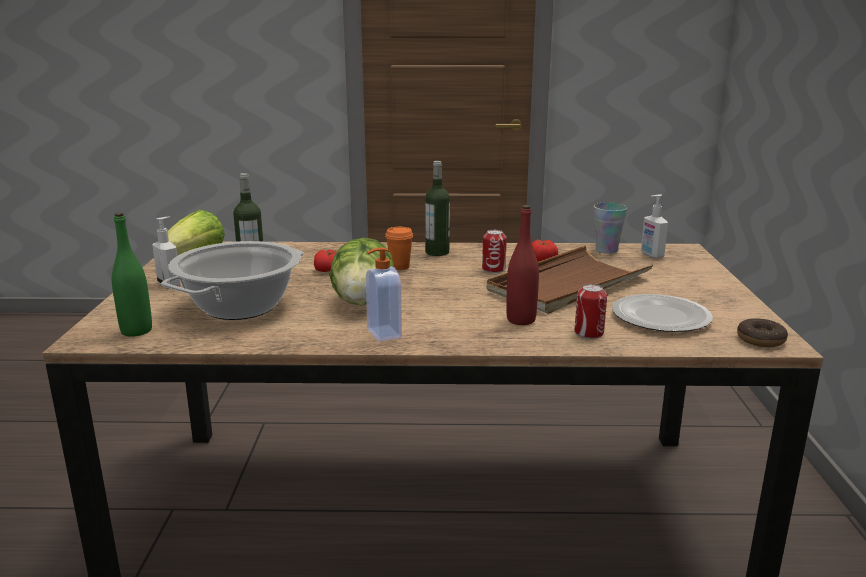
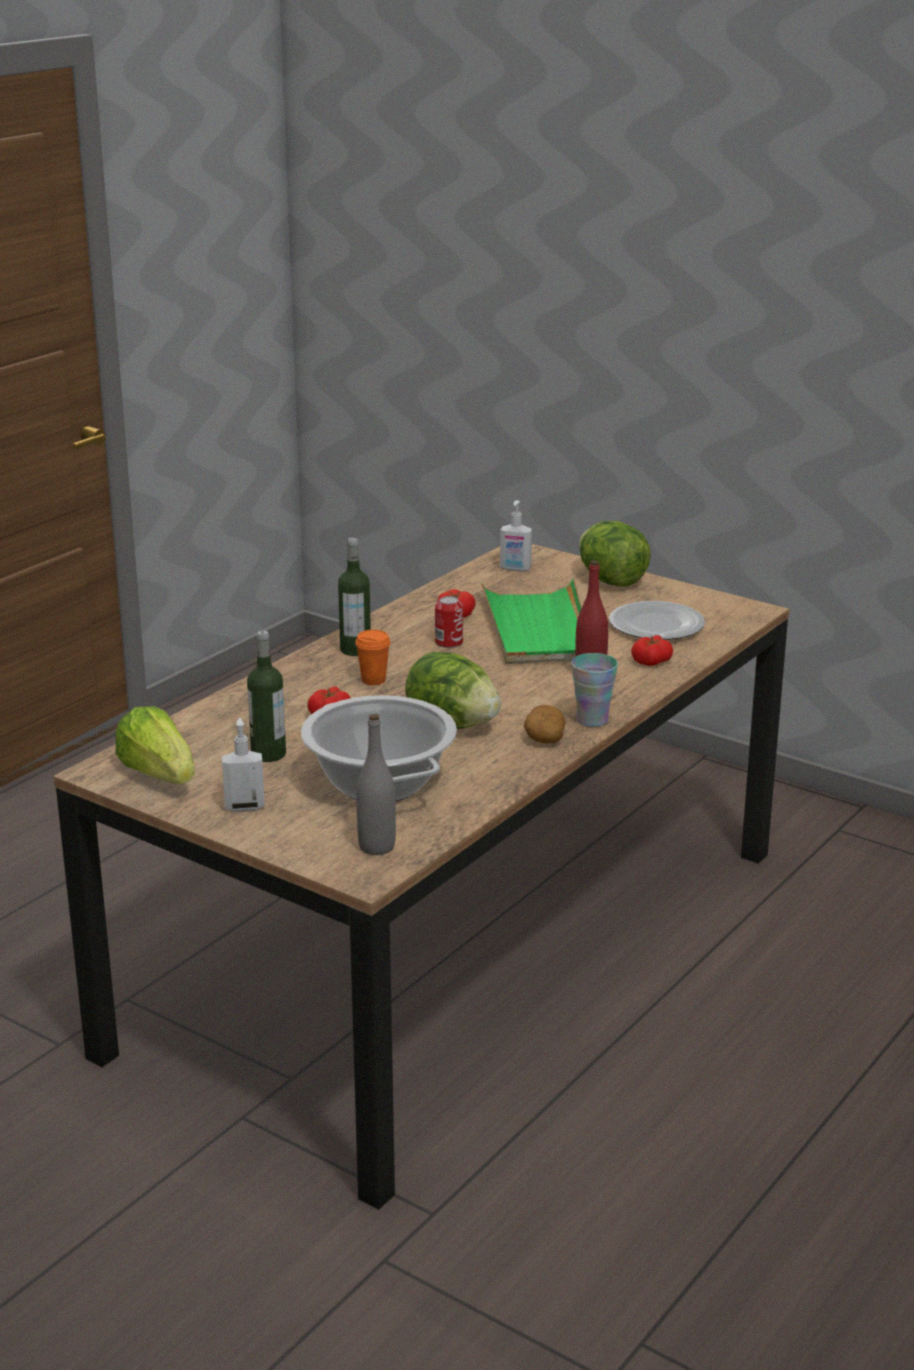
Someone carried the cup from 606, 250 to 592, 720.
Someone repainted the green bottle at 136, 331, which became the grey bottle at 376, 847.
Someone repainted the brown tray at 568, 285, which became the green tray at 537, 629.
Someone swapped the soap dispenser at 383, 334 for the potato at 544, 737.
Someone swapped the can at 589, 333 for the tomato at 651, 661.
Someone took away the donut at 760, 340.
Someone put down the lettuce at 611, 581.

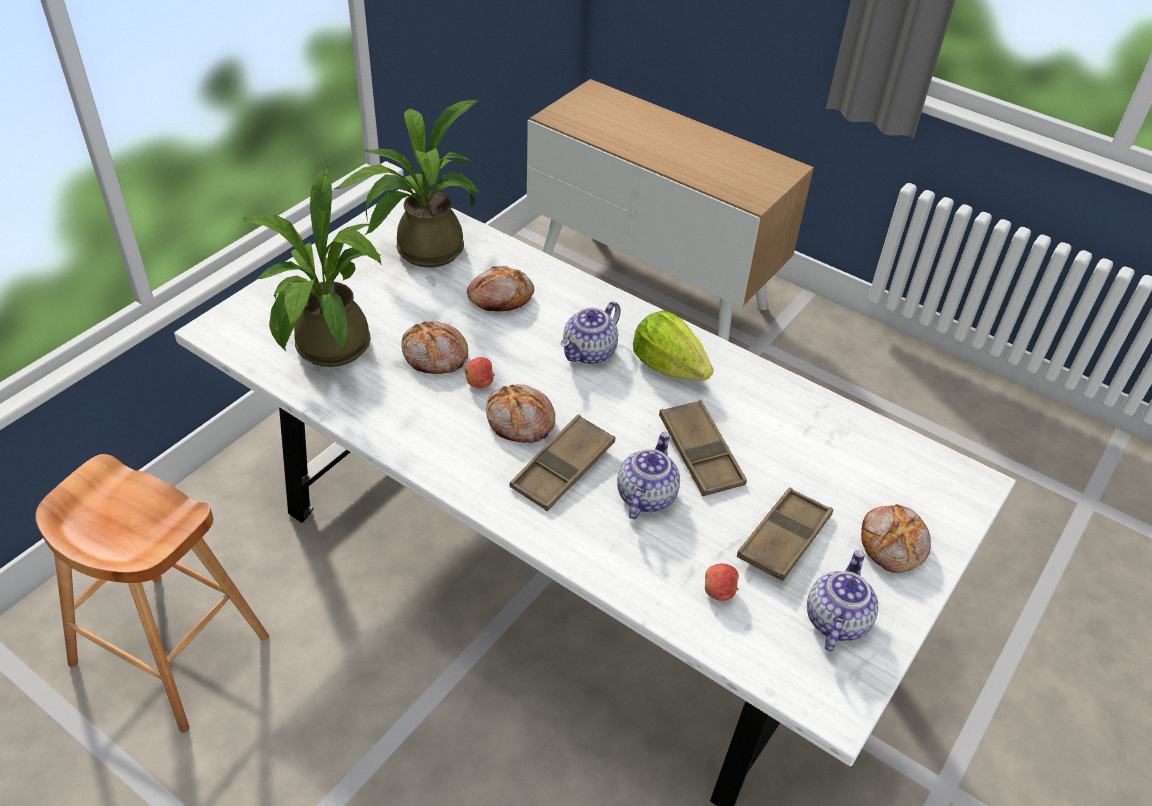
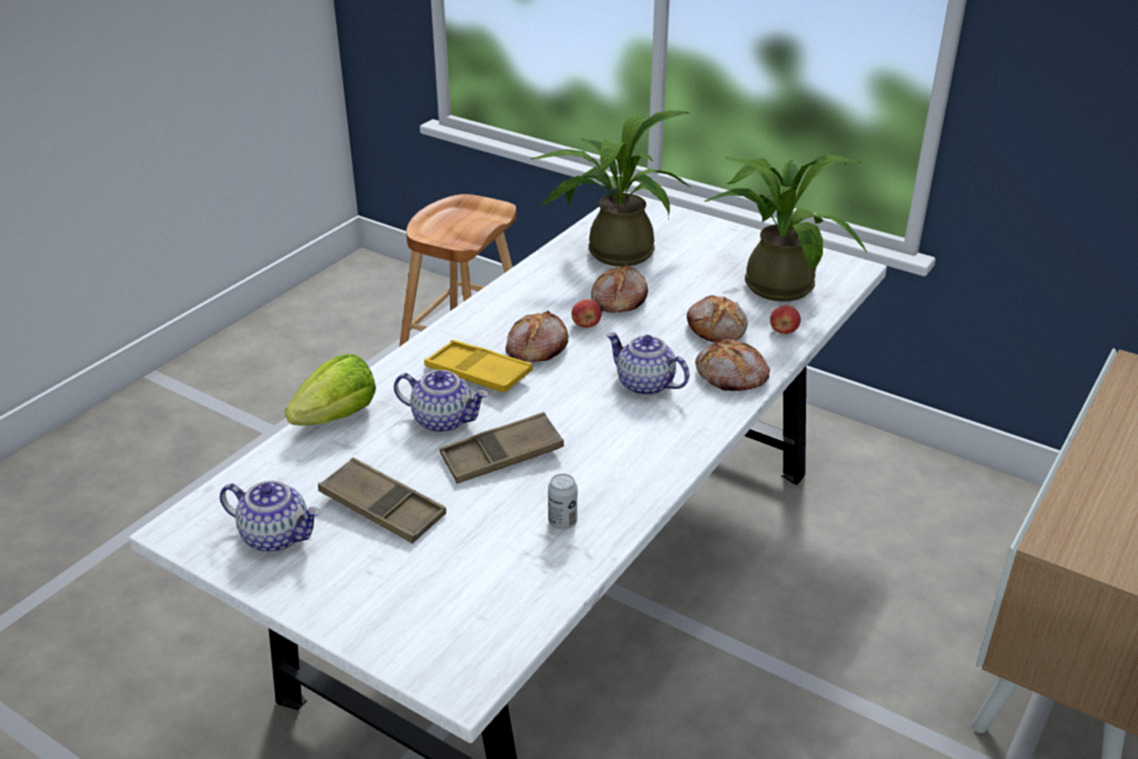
Someone carried the lettuce from 669, 366 to 337, 416.
Someone repainted the brown tray at 563, 468, which became the yellow tray at 478, 373.
Someone carried the bread from 894, 544 to 732, 376.
Someone carried the apple from 719, 591 to 783, 331.
Someone put down the can at 562, 522.

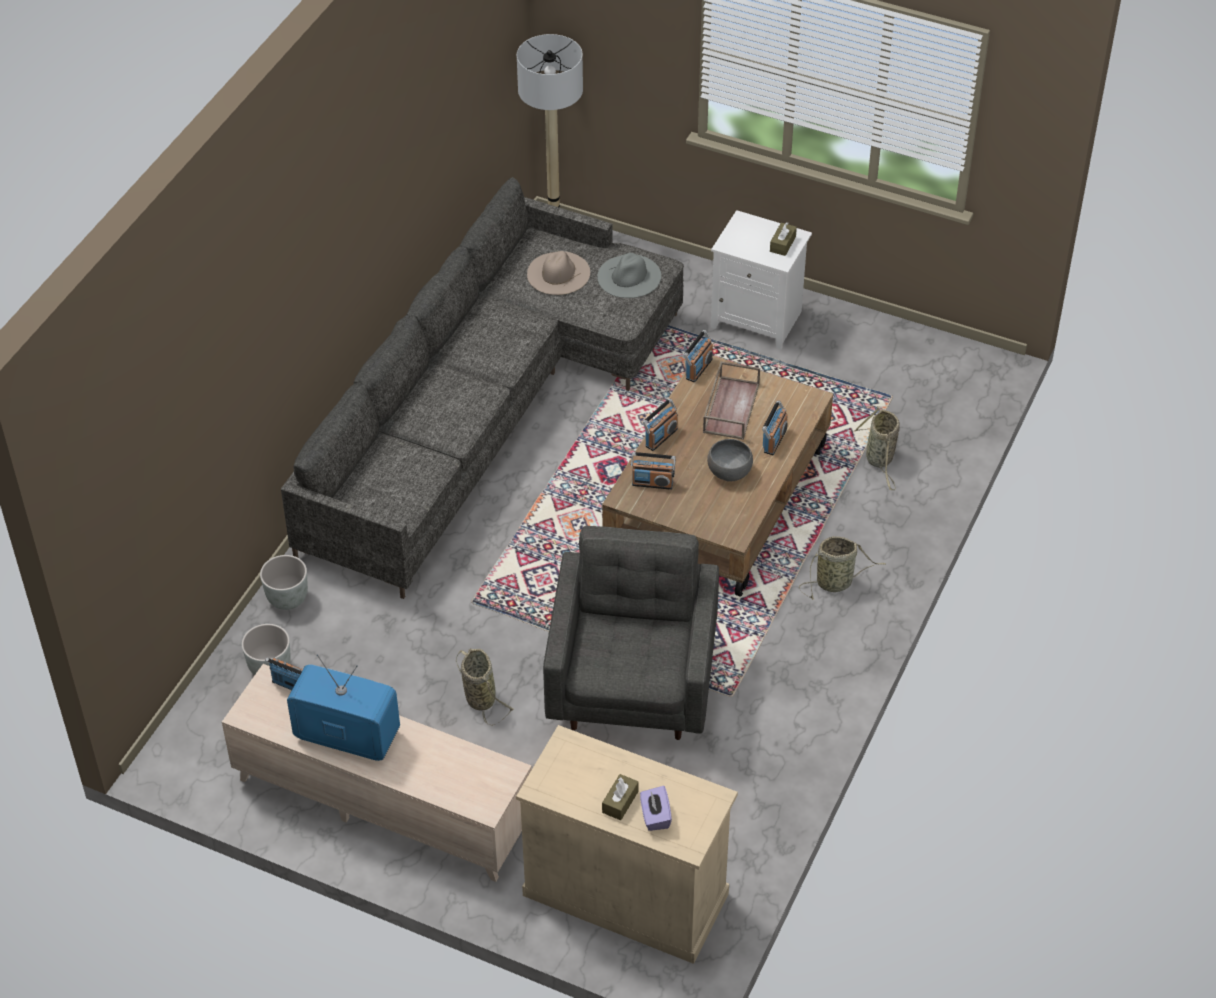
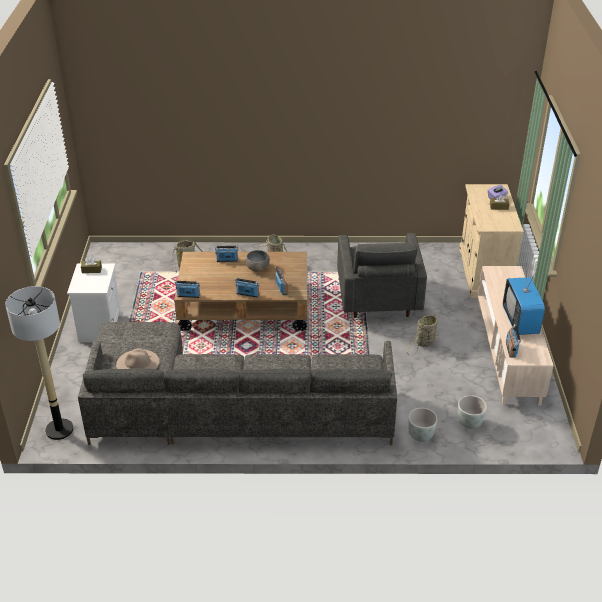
Someone took away the grey hat at 629, 276.
Someone took away the brown tray at 730, 407.
Someone rotated the grey armchair at 633, 683 by 75 degrees counterclockwise.

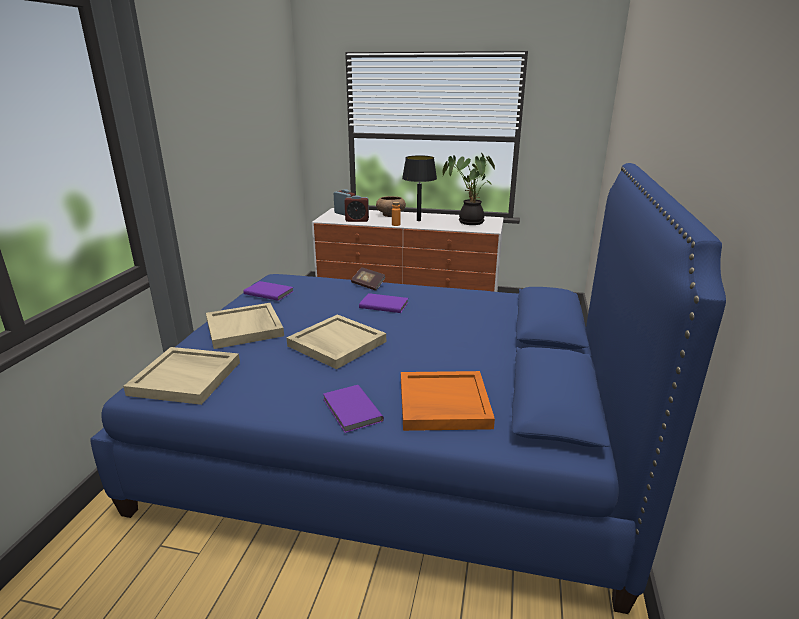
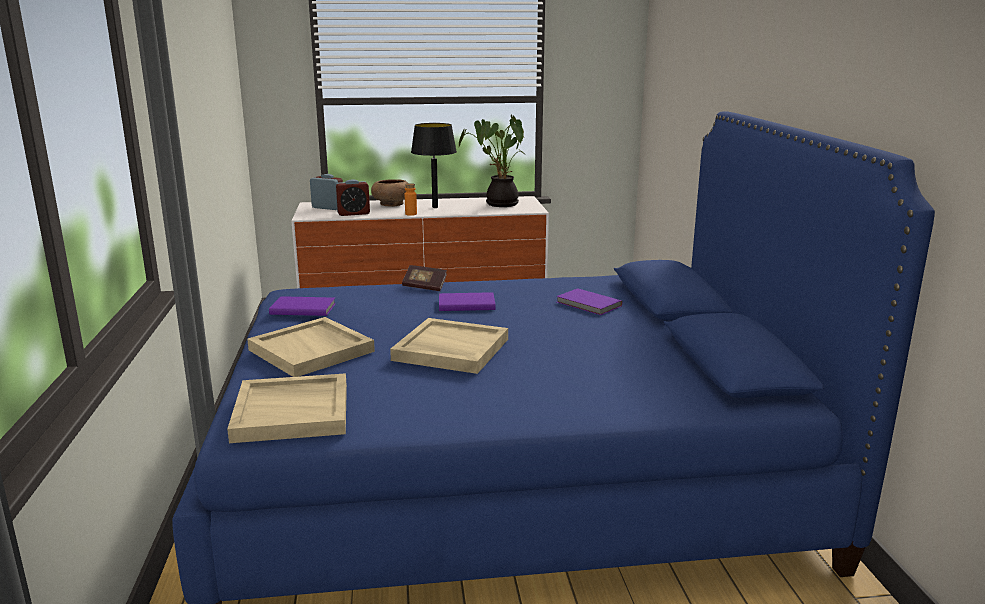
Someone took away the orange tray at 443, 404.
Someone carried the purple book from 351, 411 to 588, 304.

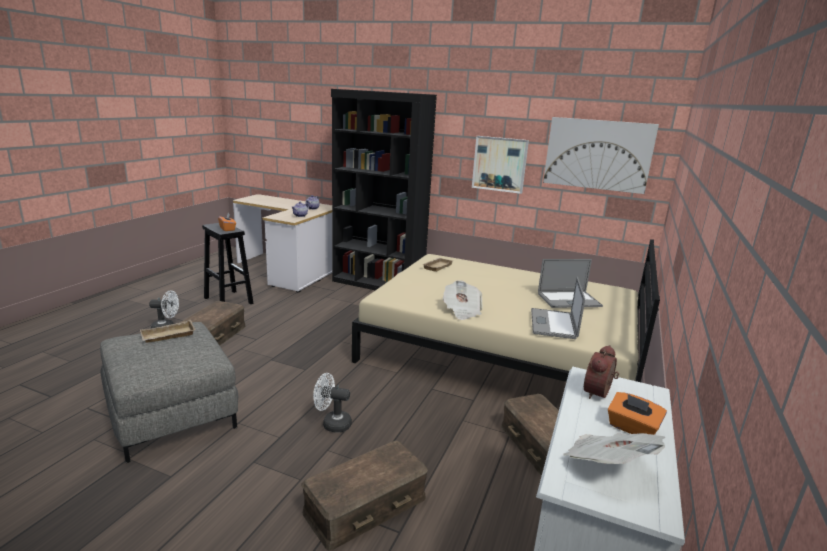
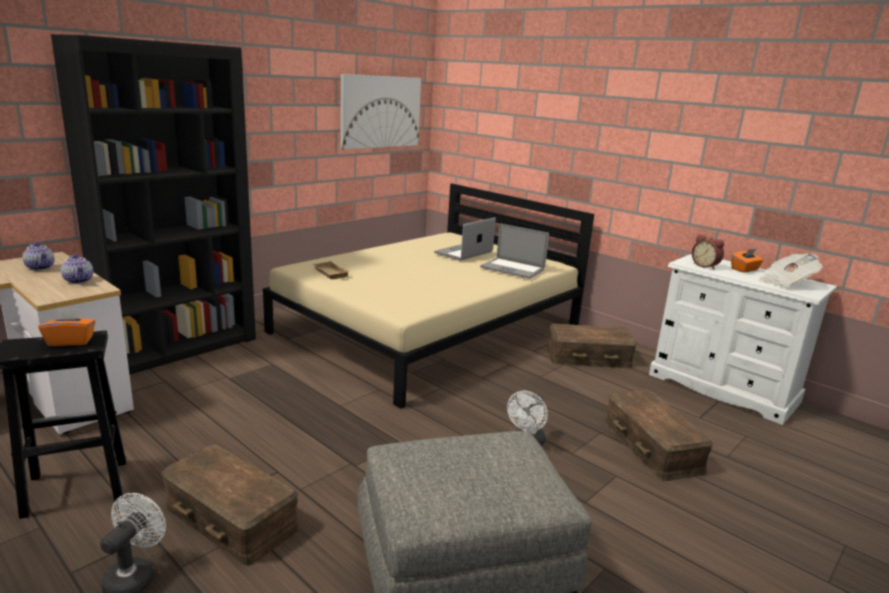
Someone took away the picture at 499, 164.
Someone rotated the laptop at 569, 300 by 150 degrees counterclockwise.
Someone took away the newspaper at 462, 311.
Someone took away the beige tray at 167, 336.

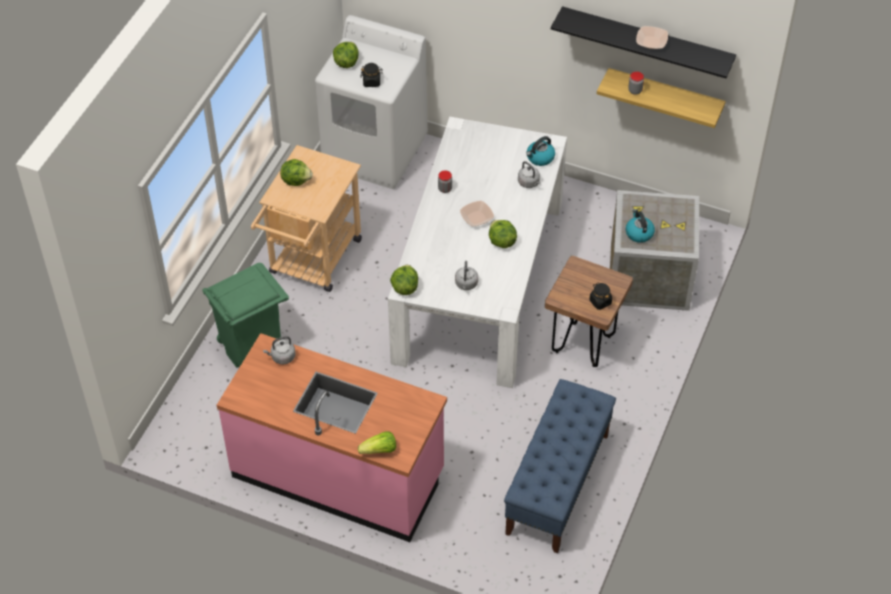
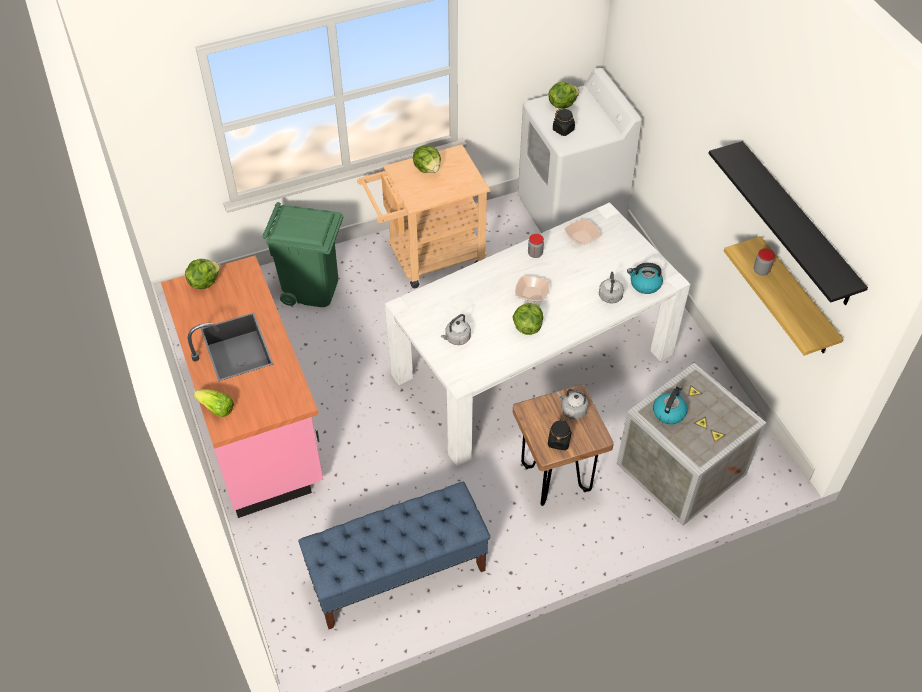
Someone carried the bowl from 651, 42 to 582, 237.
Someone carried the lettuce from 404, 287 to 204, 282.
Someone carried the grey kettle from 282, 357 to 572, 410.

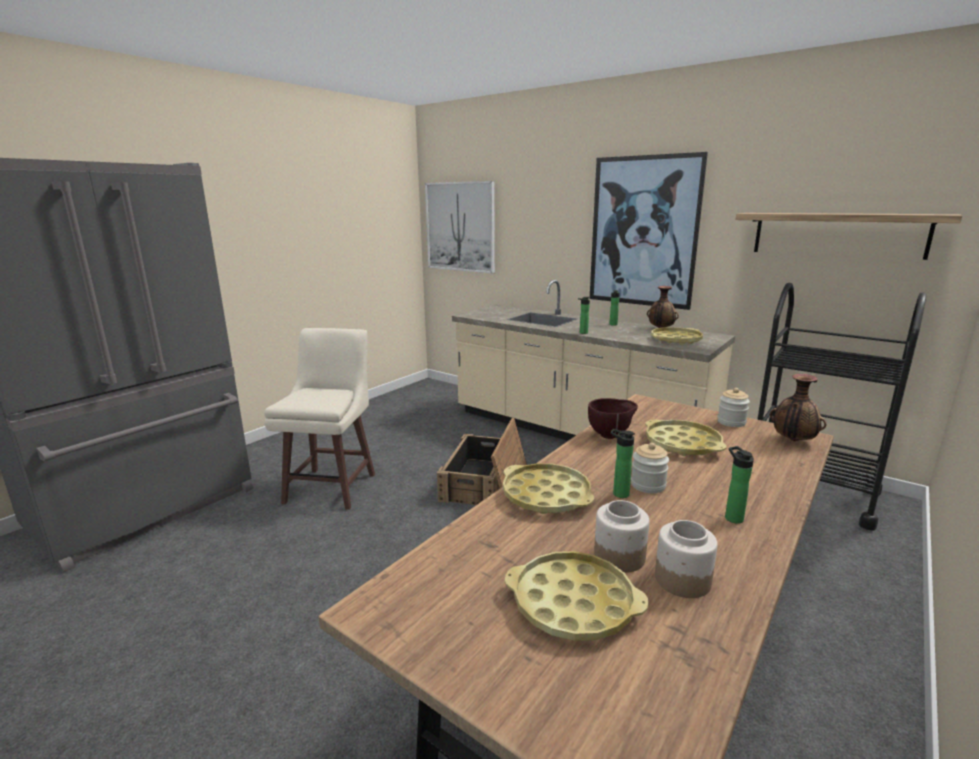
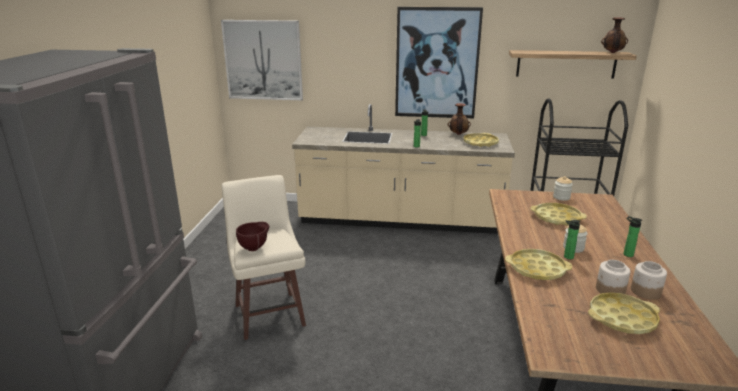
Someone carried the vase from 793, 440 to 612, 53.
Someone carried the brown bowl from 611, 435 to 254, 248.
Someone took away the crate at 486, 482.

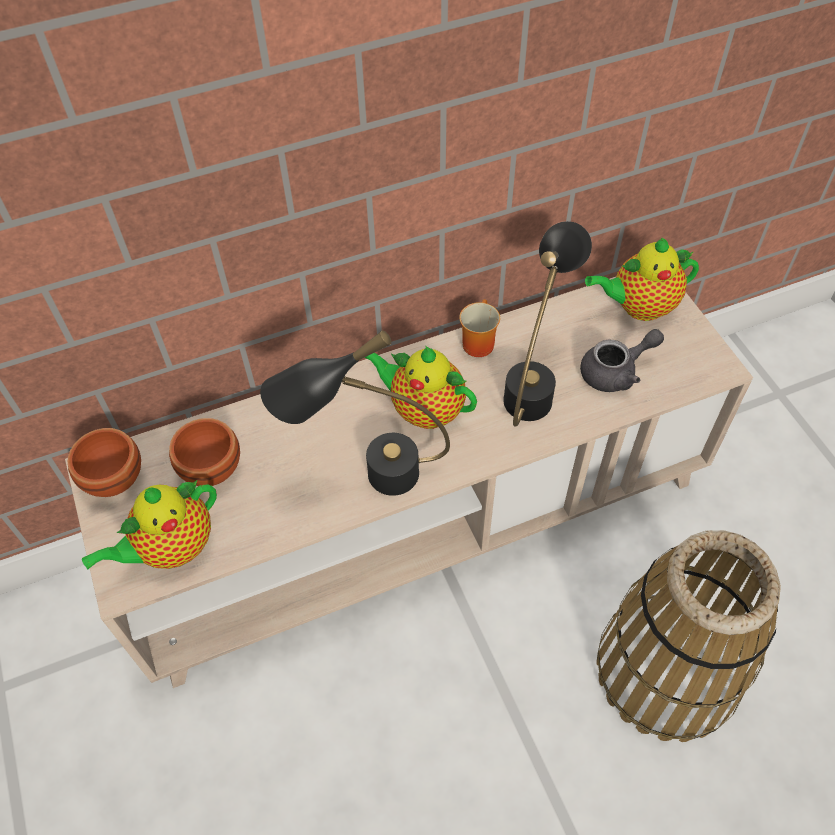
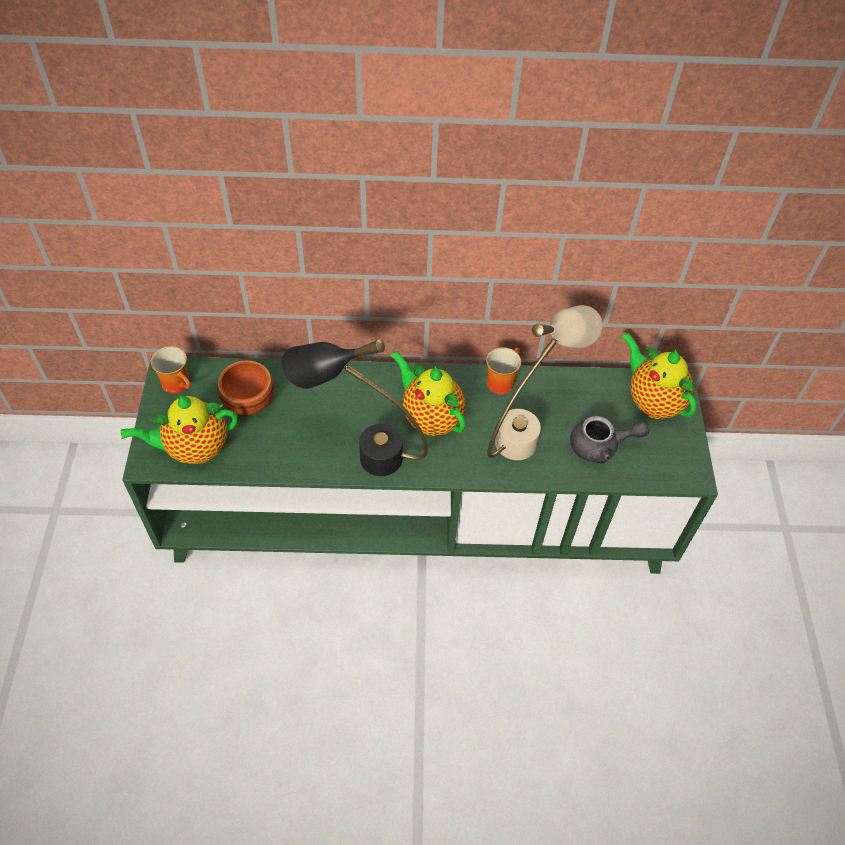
Someone repainted the black table lamp at 534, 382, which became the beige table lamp at 529, 430.
Someone rotated the teapot at 639, 307 by 45 degrees clockwise.
Someone repainted the beige tv stand at 420, 524, which became the green tv stand at 418, 515.
Someone swapped the brown bowl at 116, 478 for the mug at 179, 383.
Someone took away the basket at 667, 671.

